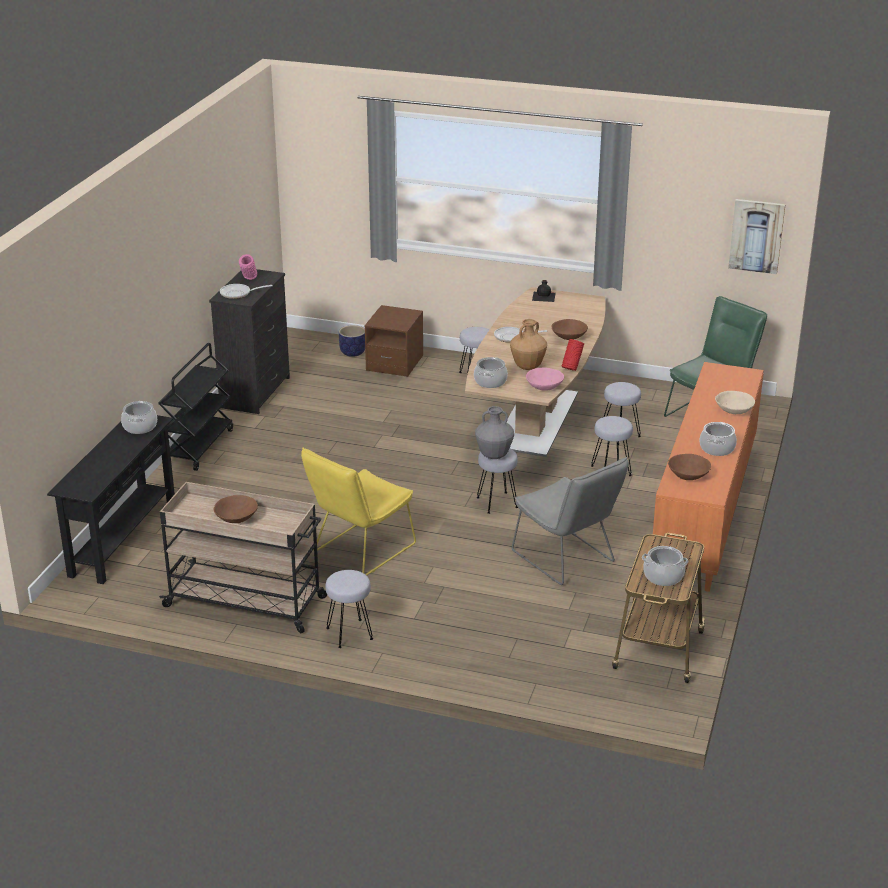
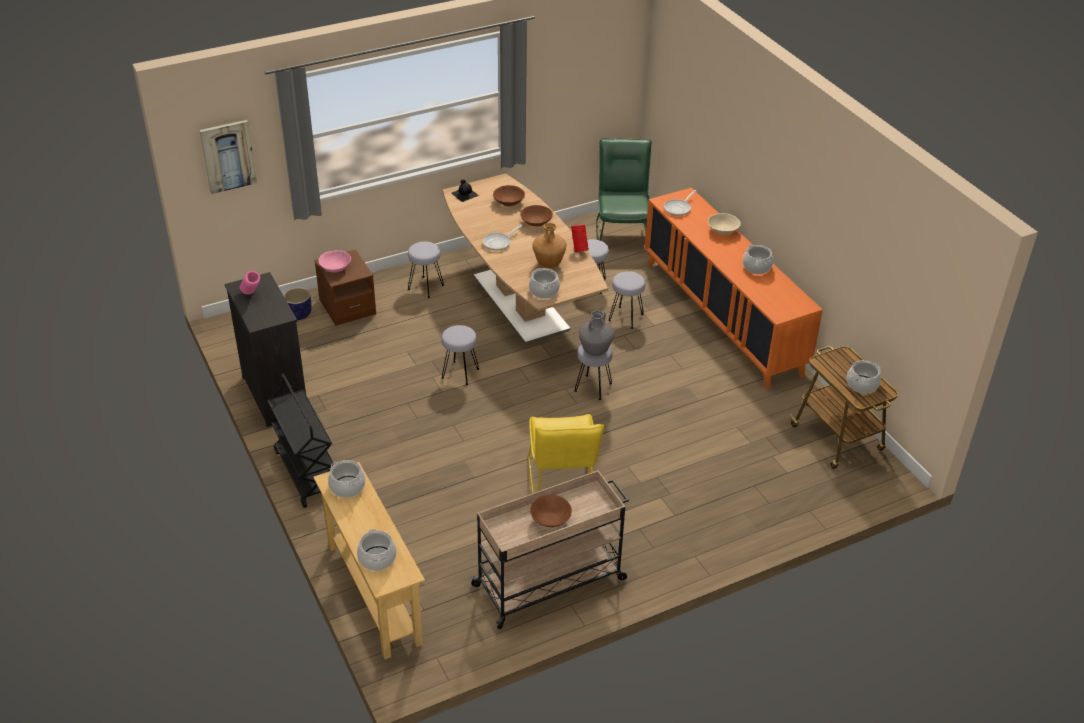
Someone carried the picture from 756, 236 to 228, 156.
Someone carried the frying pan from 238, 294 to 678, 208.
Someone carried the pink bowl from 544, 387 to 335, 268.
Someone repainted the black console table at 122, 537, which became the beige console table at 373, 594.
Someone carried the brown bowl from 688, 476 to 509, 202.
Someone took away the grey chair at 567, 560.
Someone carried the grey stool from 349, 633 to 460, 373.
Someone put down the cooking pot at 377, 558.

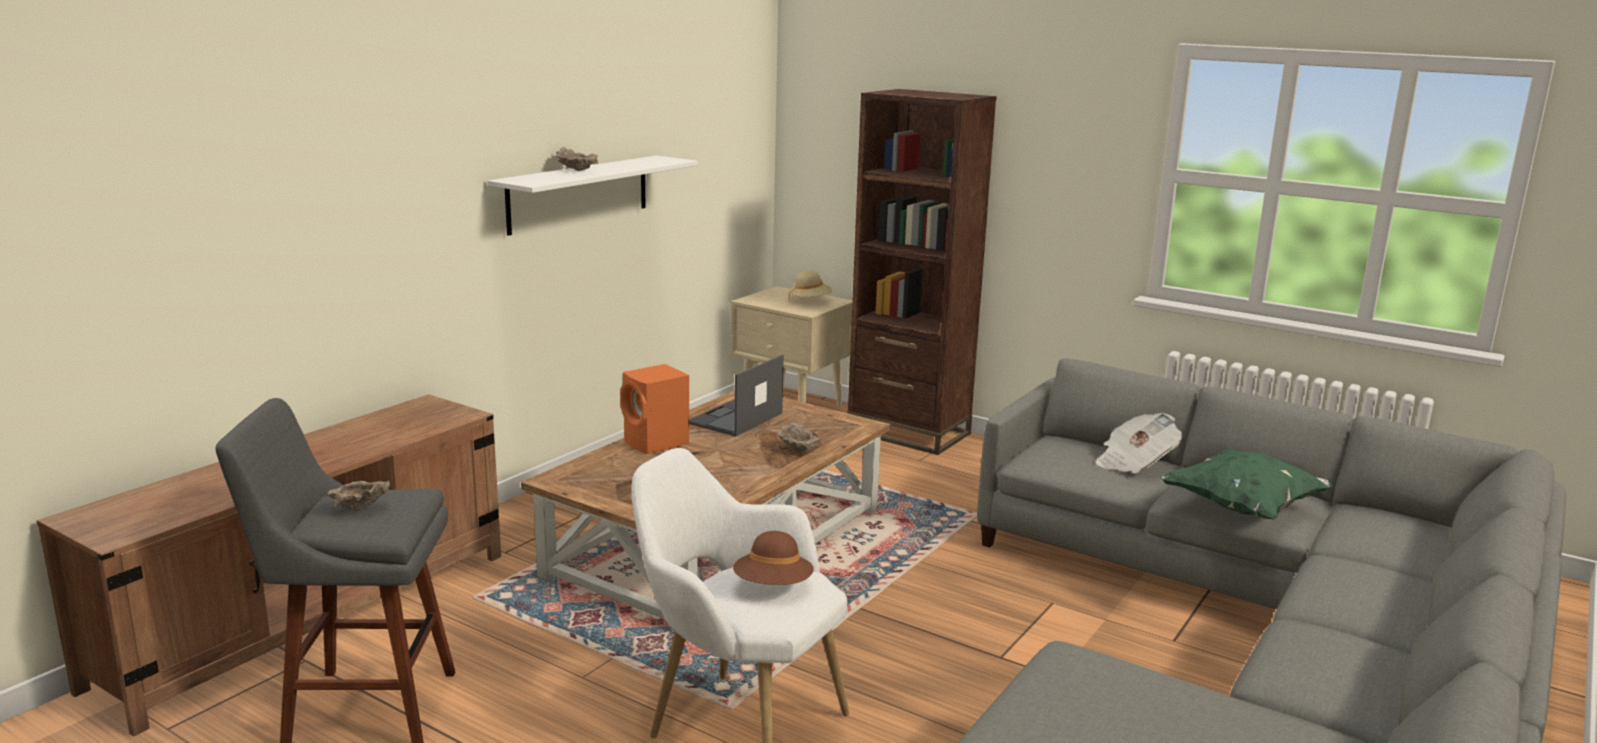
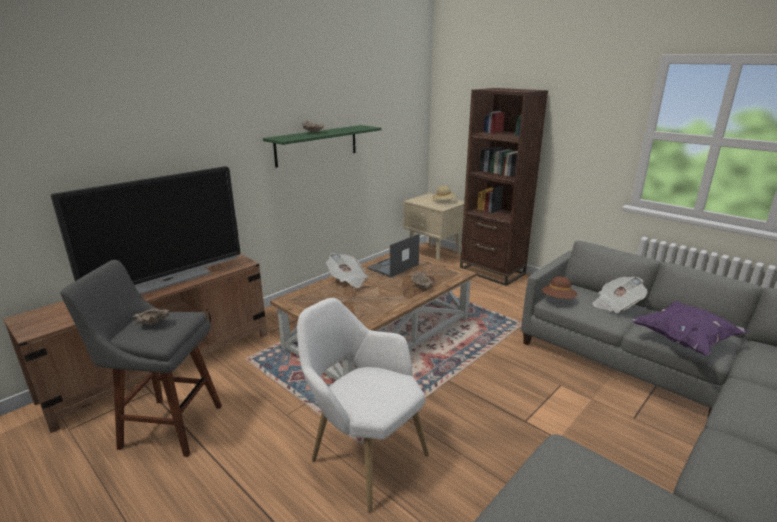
Someone repainted the white shelf at 579, 193, which became the green shelf at 317, 145.
Someone swapped the orange speaker at 657, 443 for the newspaper at 347, 280.
Someone repainted the green pillow at 1243, 508, which became the purple pillow at 684, 341.
Someone carried the brown hat from 773, 586 to 558, 299.
Someone put down the television at 168, 281.

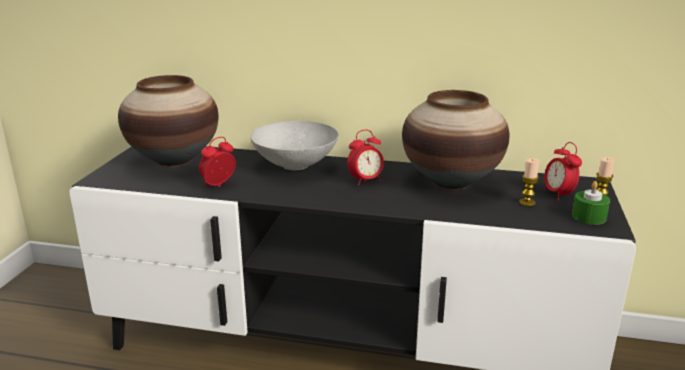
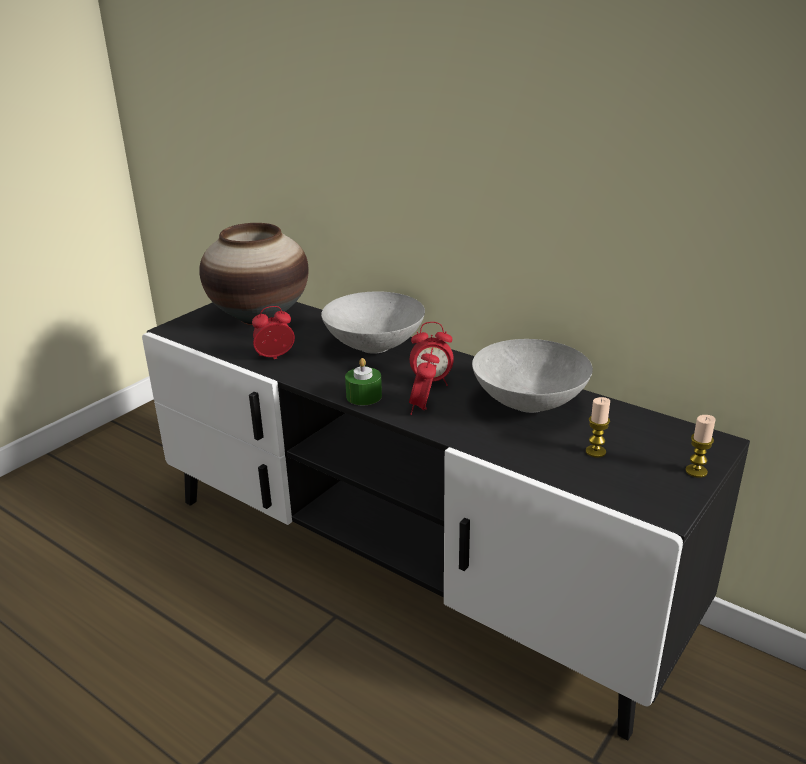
Someone swapped the vase at 451, 181 for the grey bowl at 530, 403.
Someone carried the alarm clock from 558, 195 to 423, 408.
Someone carried the green candle from 589, 217 to 364, 396.

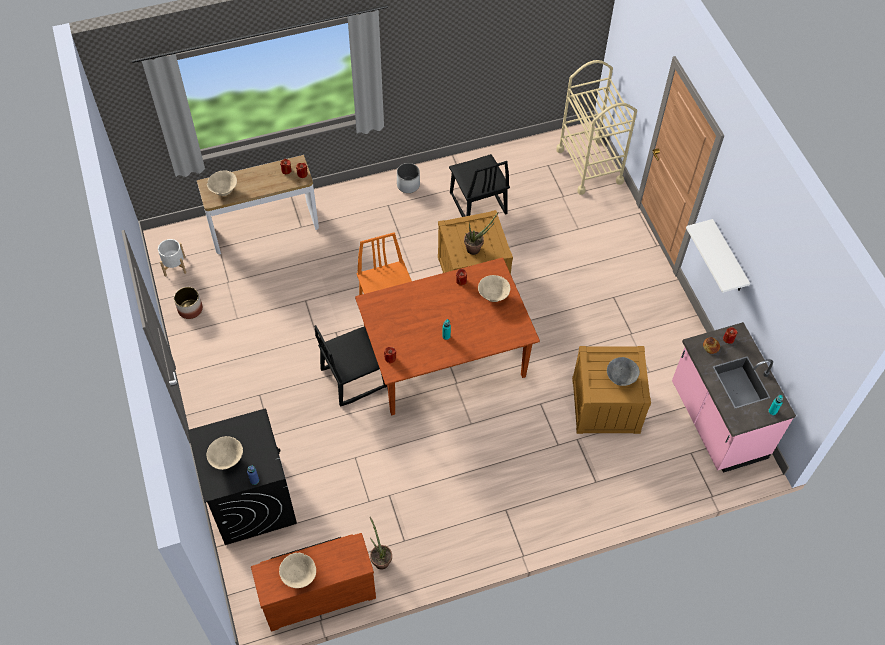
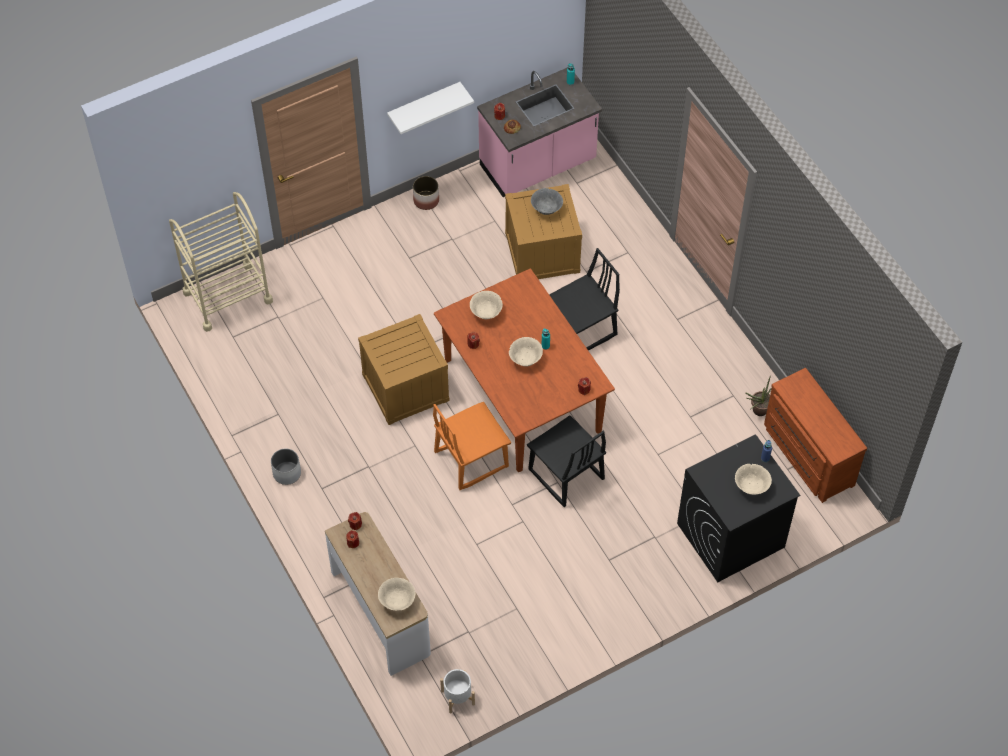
Someone carried the black chair from 477, 204 to 581, 330.
Someone took away the potted plant at 476, 248.
Someone carried the planter from 190, 309 to 426, 200.
Someone carried the beige bowl from 299, 576 to 525, 360.

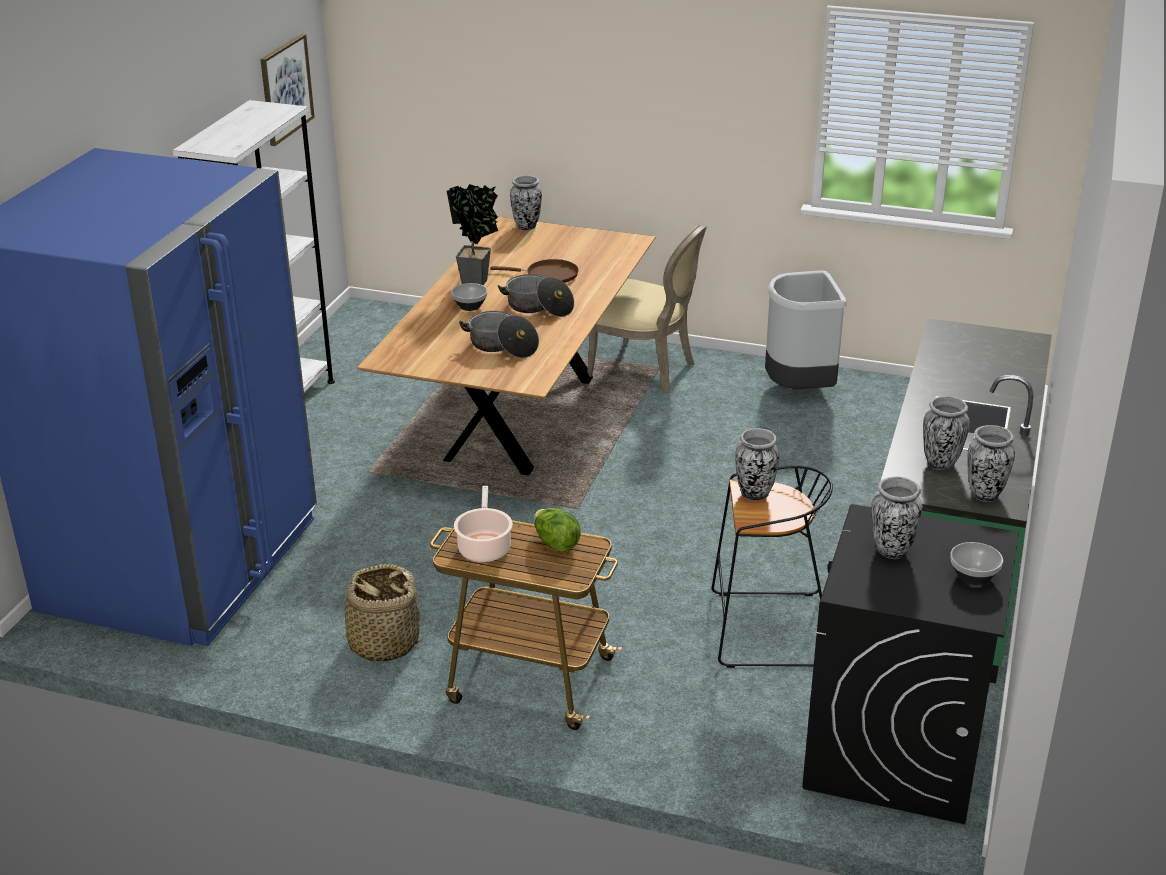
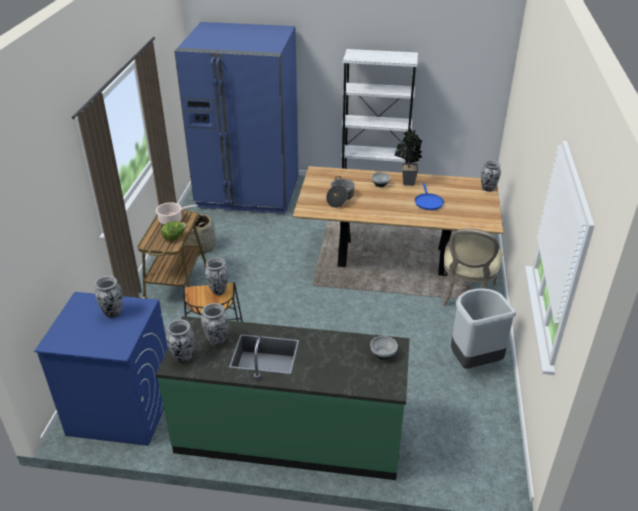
Someone took away the picture at 286, 89.
Someone repainted the brown frying pan at 548, 275, which became the blue frying pan at 428, 202.
Someone took away the cooking pot at 538, 307.
Someone repainted the black washing machine at 895, 750, which became the blue washing machine at 121, 409.
Someone carried the bowl from 972, 576 to 383, 354.

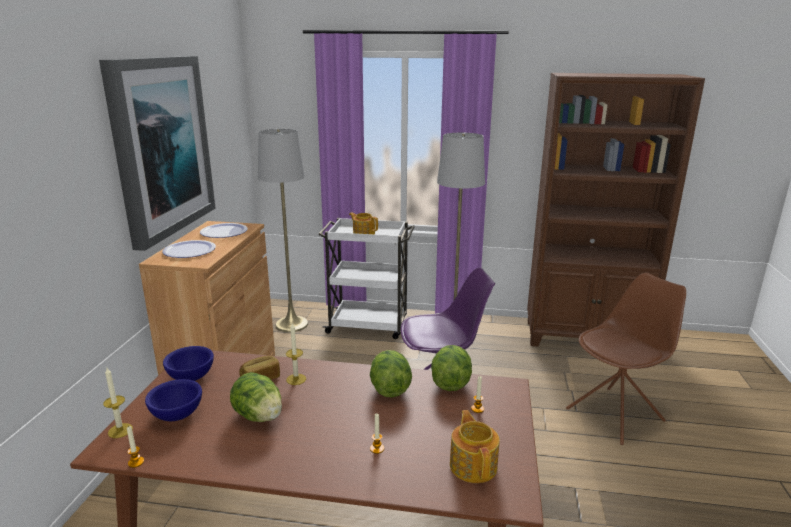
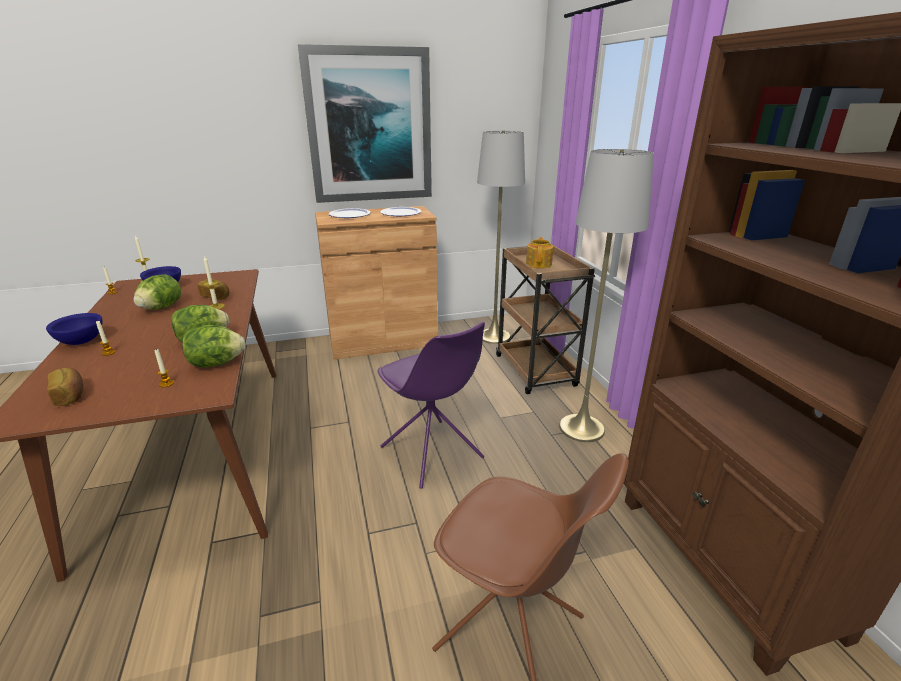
Someone repainted the white cart at 369, 325, which became the brown cart at 536, 372.
Someone carried the blue bowl from 190, 377 to 81, 341.
Someone swapped the teapot at 473, 465 for the bread at 70, 395.

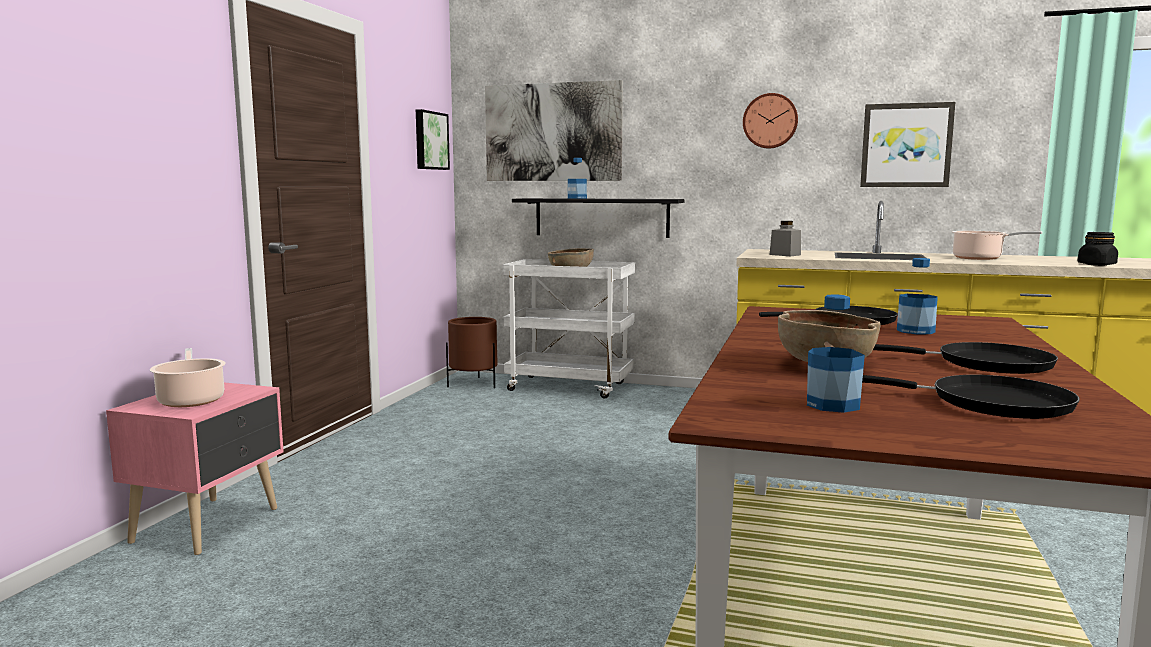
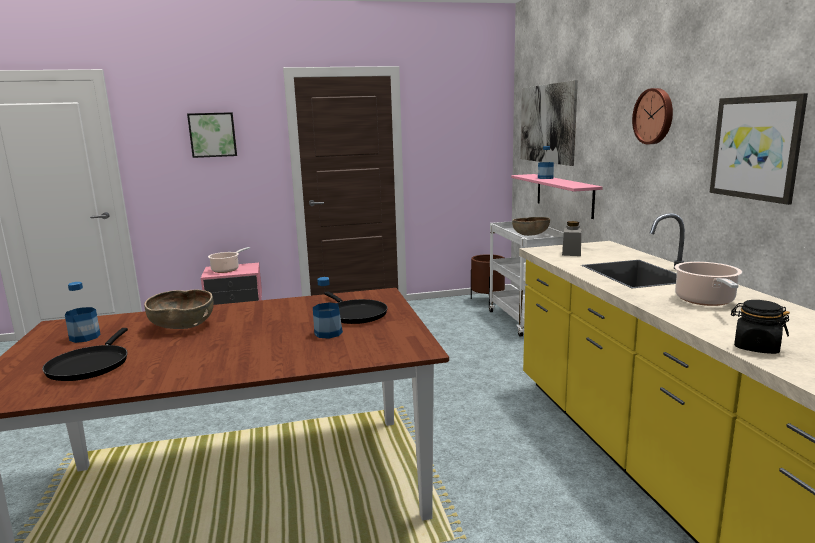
Someone carried the picture from 430, 140 to 212, 135.
Someone repainted the black shelf at 601, 217, which became the pink shelf at 564, 195.
Someone took away the black frying pan at 985, 364.

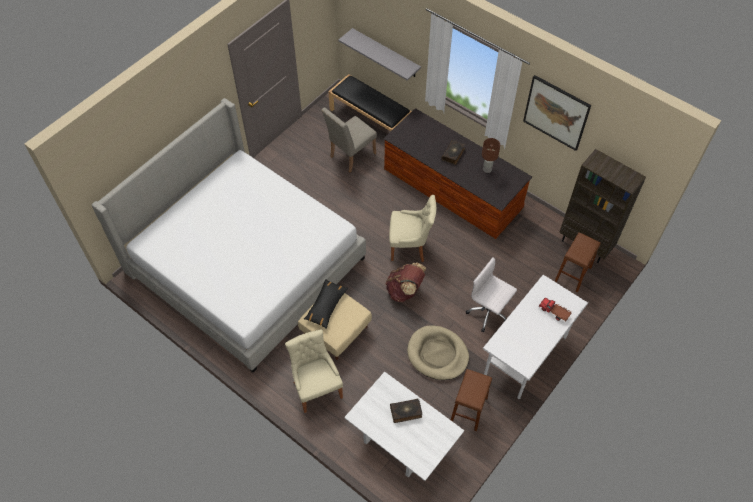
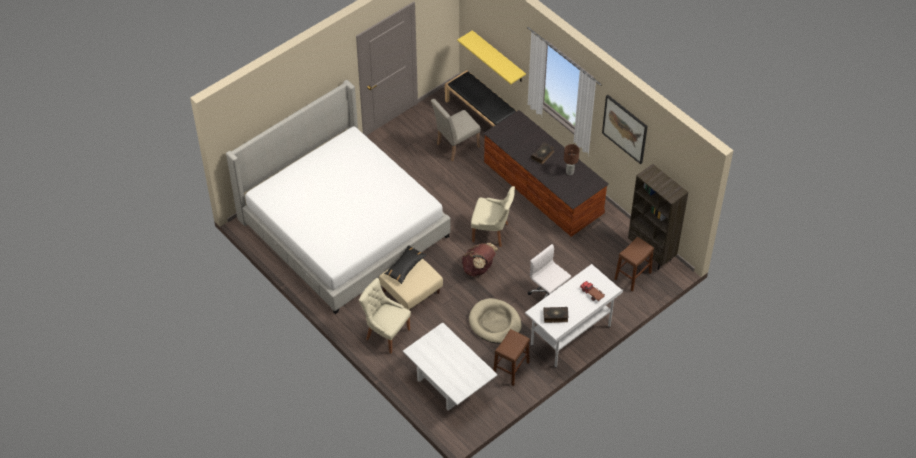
Someone repainted the grey shelf at 386, 53, which became the yellow shelf at 498, 57.
Someone rotated the beige chair at 316, 388 by 45 degrees counterclockwise.
Someone carried the book from 406, 412 to 555, 316.

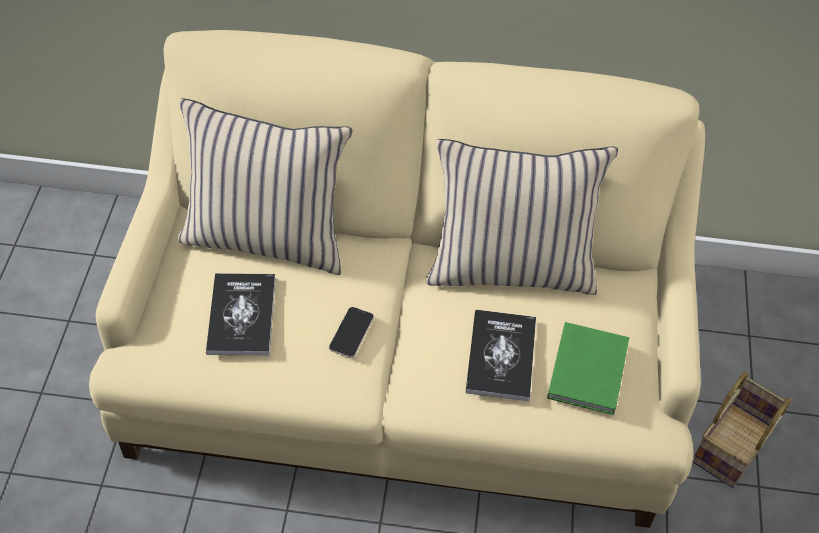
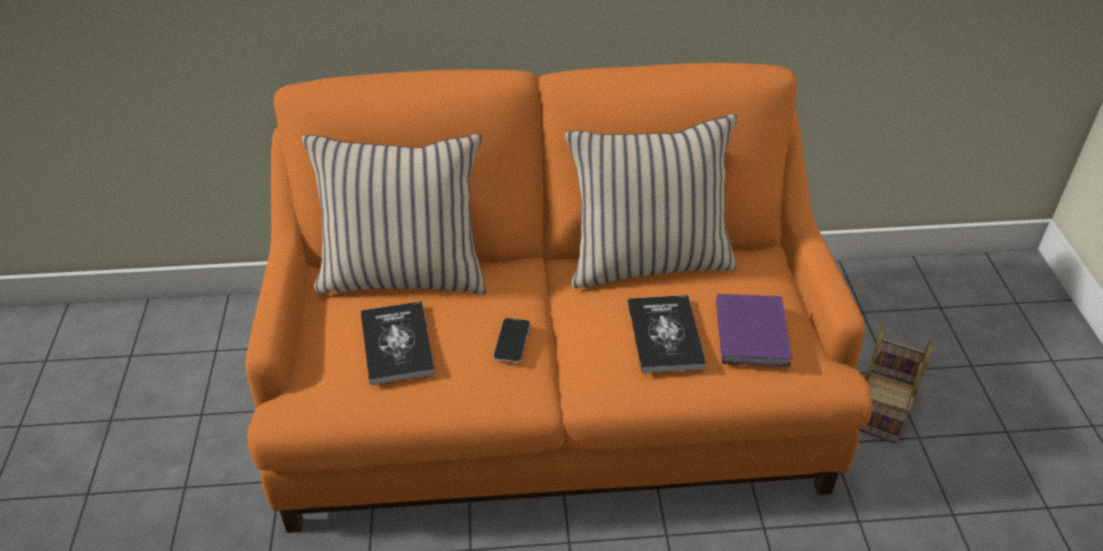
Someone repainted the beige sofa at 406, 363, which became the orange sofa at 553, 391.
Someone repainted the green book at 589, 368, which became the purple book at 753, 331.

